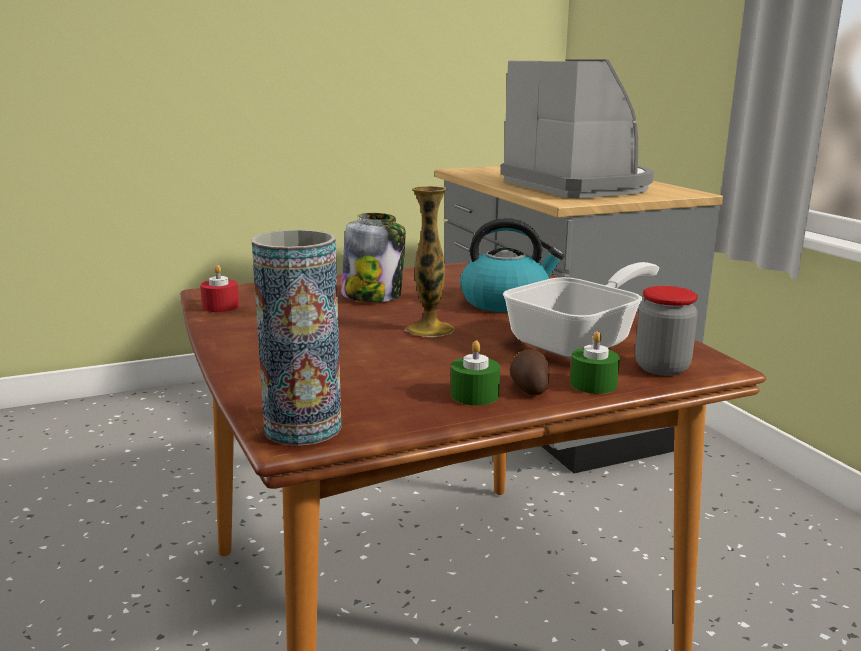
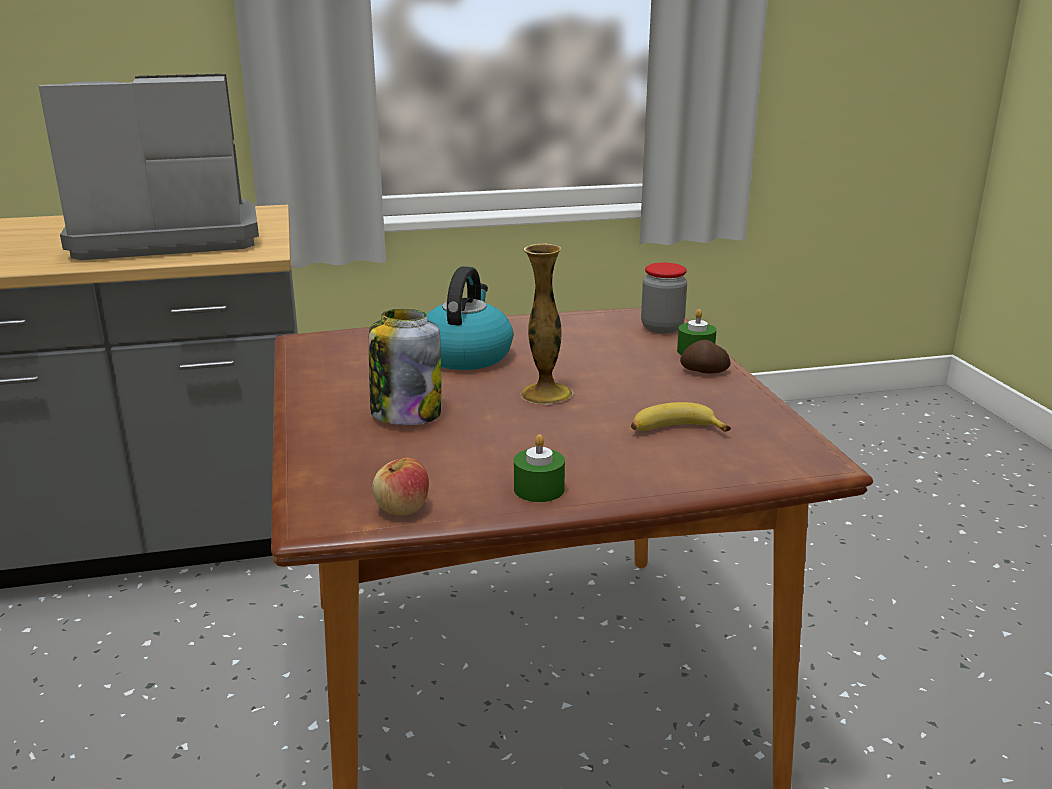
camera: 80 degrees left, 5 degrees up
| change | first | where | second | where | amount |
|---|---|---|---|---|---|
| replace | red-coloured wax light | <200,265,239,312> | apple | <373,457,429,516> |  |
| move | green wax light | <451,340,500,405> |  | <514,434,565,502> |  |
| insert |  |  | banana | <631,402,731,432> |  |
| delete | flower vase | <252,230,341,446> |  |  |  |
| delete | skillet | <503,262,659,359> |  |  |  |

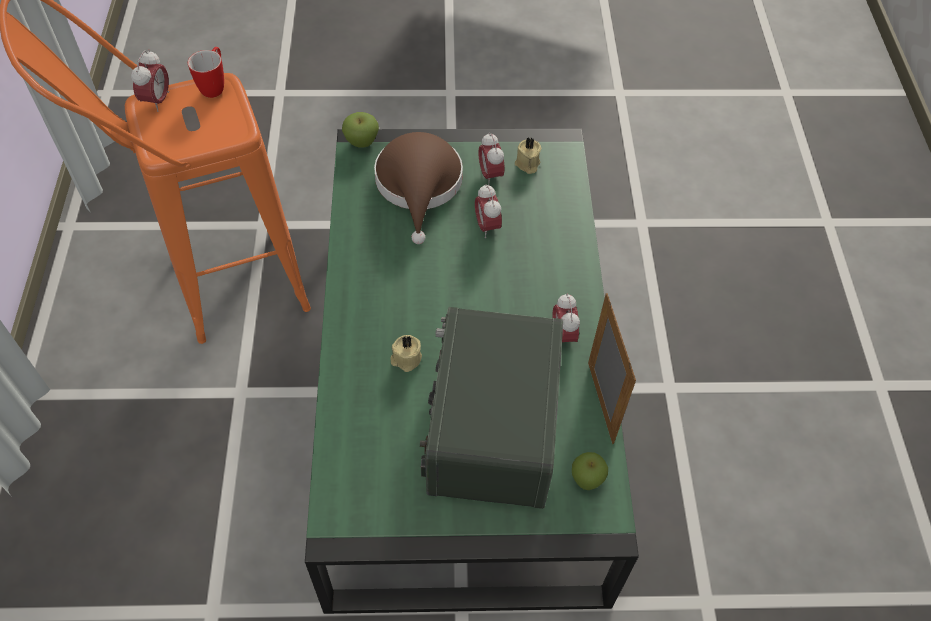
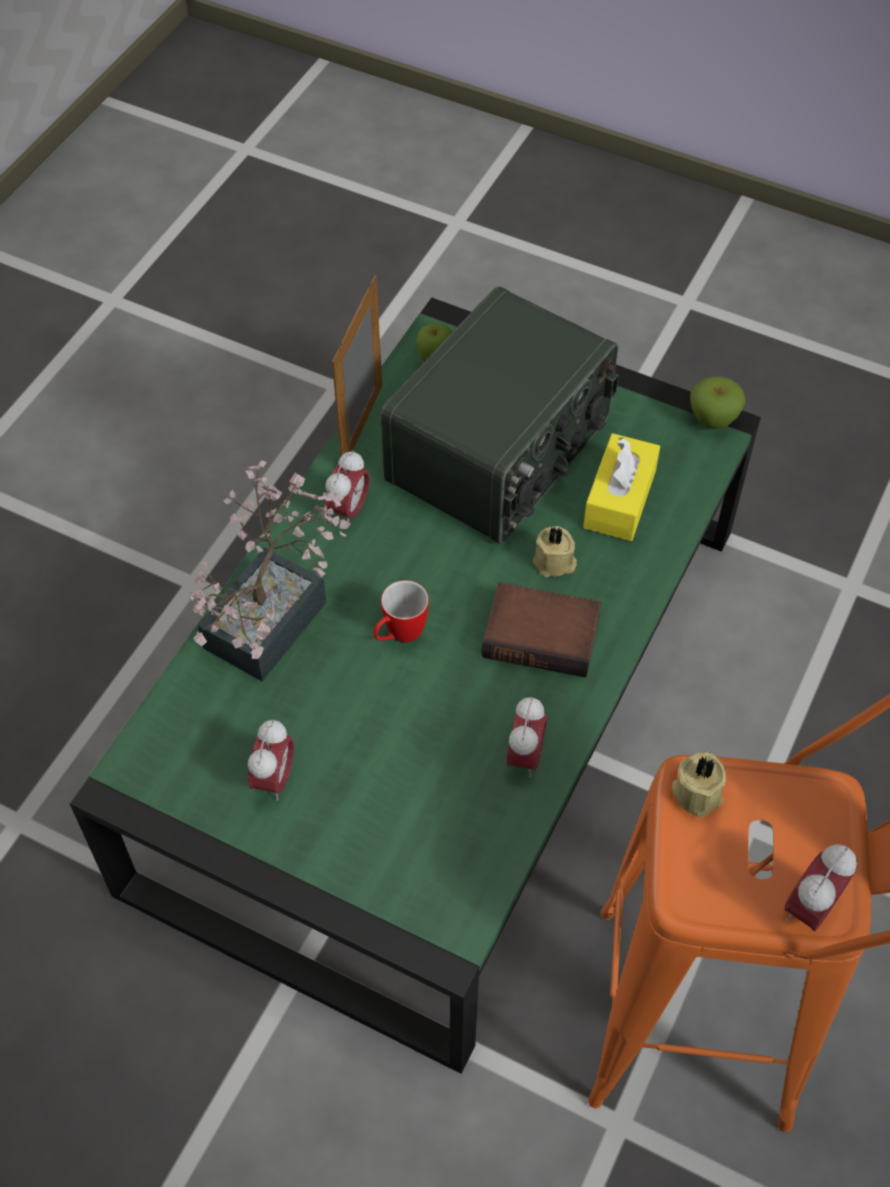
camera: 150 degrees left, 0 degrees up
| change | first | where | second | where | amount |
|---|---|---|---|---|---|
| insert |  |  | plant in a pot | <189,460,351,682> |  |
| move | tea mug | <188,47,224,98> |  | <373,580,429,642> |  |
| insert |  |  | volume | <481,582,601,678> |  |
| move | alarm clock | <475,184,502,238> |  | <507,697,547,778> |  |
| insert |  |  | yellow tissue holder | <583,433,660,541> |  |
| move | sand-coloured wax light | <515,137,541,174> |  | <672,752,726,817> |  |
| move | apple | <342,112,379,148> |  | <690,376,746,429> |  |
| delete | brown-coloured wearable hat | <374,132,463,244> |  |  |  |

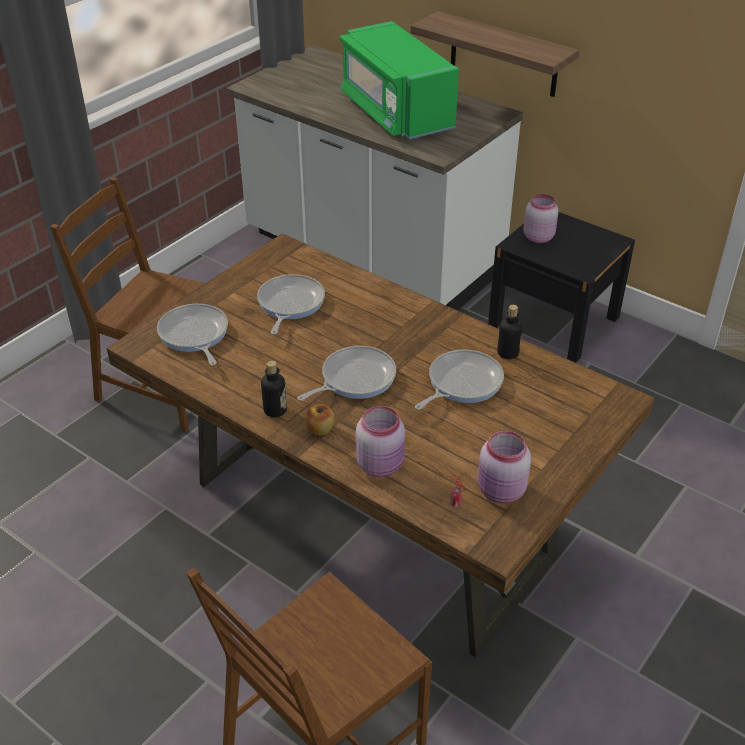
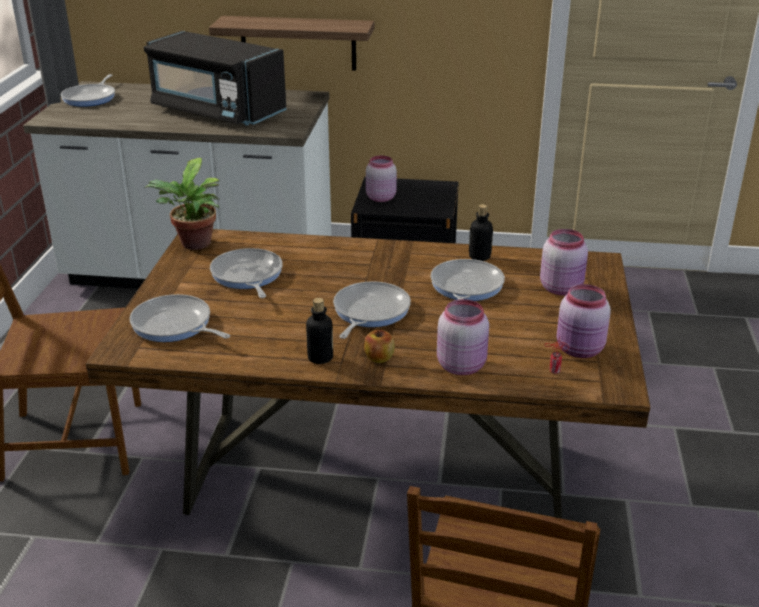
camera: 30 degrees left, 10 degrees down
| change | first | where | second | where | amount |
|---|---|---|---|---|---|
| insert |  |  | skillet | <61,74,115,107> |  |
| recolor | green microwave | <340,21,459,139> | black-coloured microwave | <144,31,286,125> |  |
| insert |  |  | plant in a pot | <145,158,220,250> |  |
| insert |  |  | pinkish preserve jar | <540,229,588,295> |  |

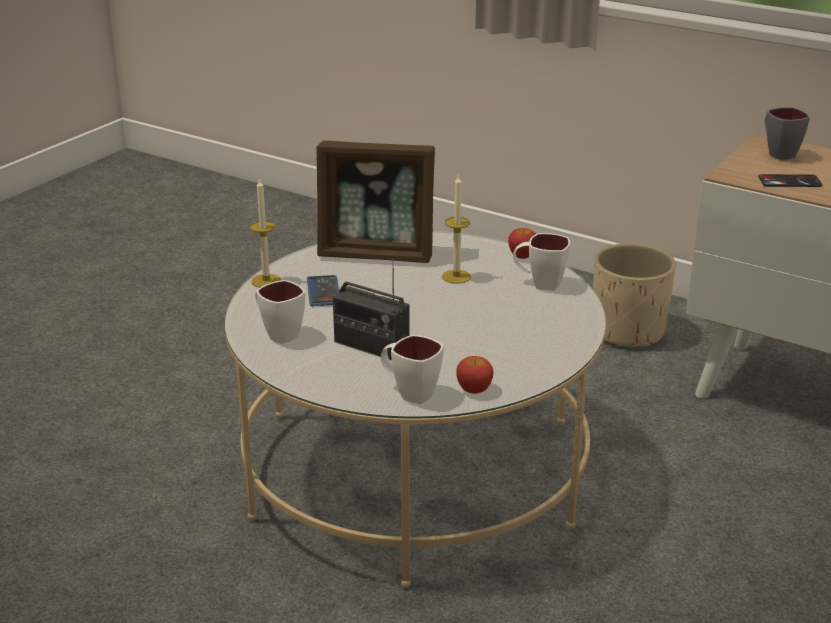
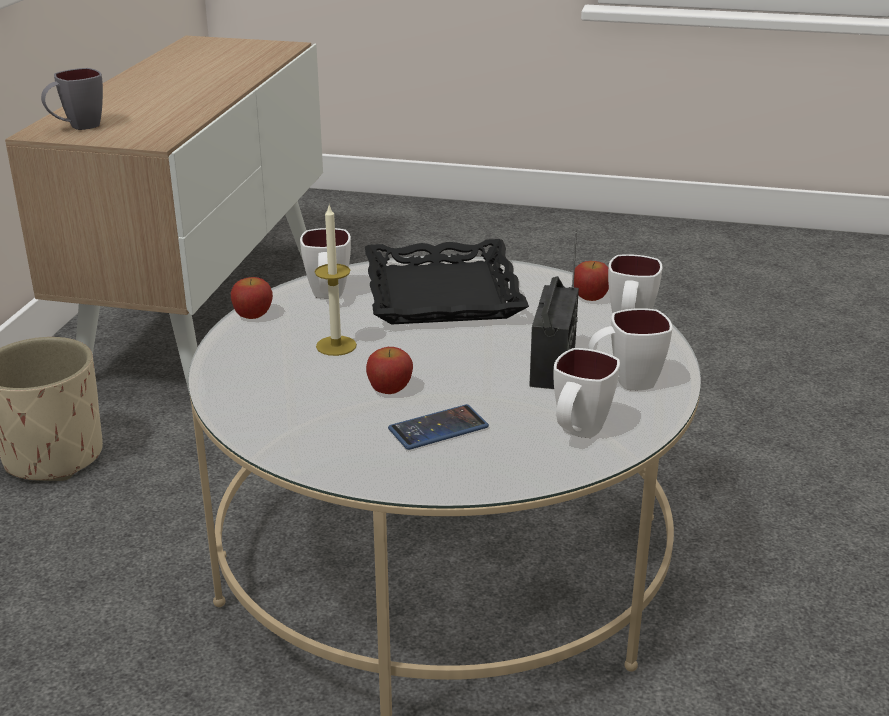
camera: 110 degrees left, 0 degrees up
| change | first | where | second | where | amount |
|---|---|---|---|---|---|
| insert |  |  | black-coloured tray | <365,239,529,325> |  |
| insert |  |  | apple | <366,347,413,394> |  |
| insert |  |  | whitish tea mug | <588,308,672,391> |  |
| delete | wax light | <250,178,281,287> |  |  |  |
| delete | standing frame | <316,140,435,263> |  |  |  |
| delete | handset | <758,174,822,187> |  |  |  |

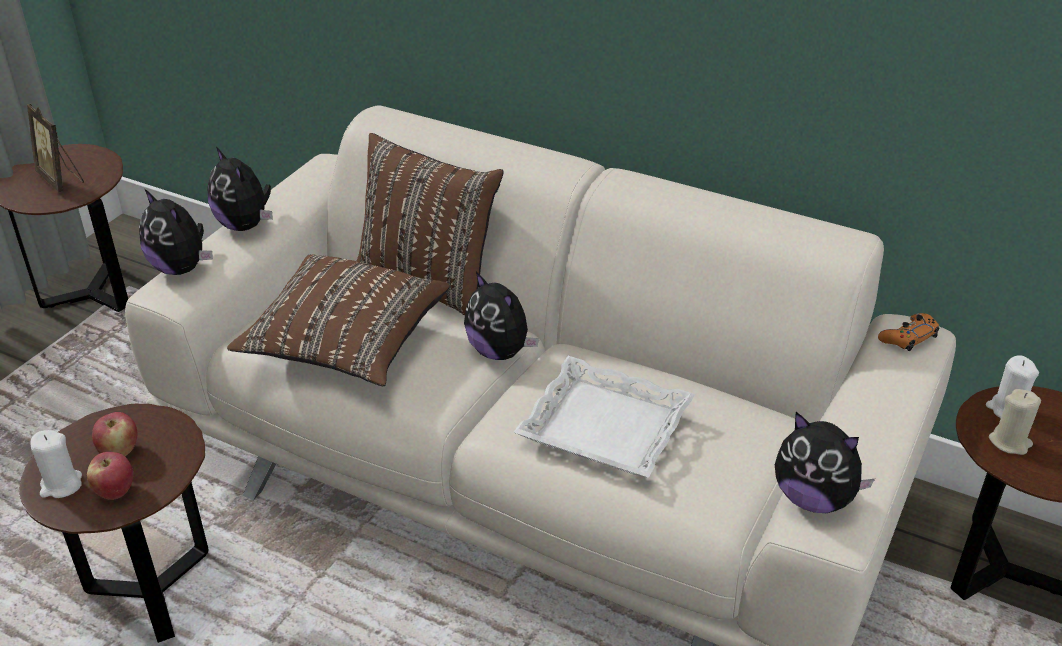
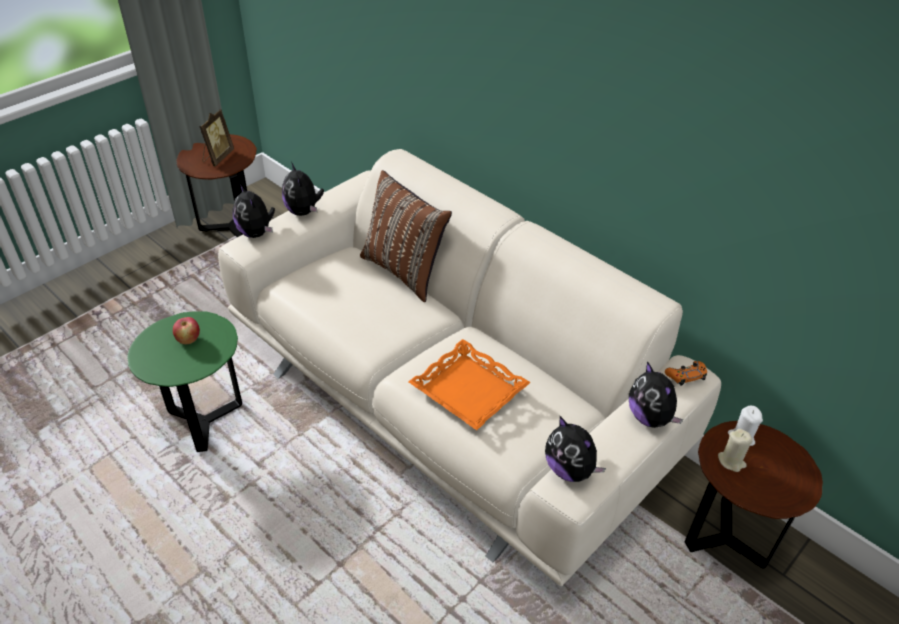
camera: 15 degrees right, 5 degrees up
| change | first | where | second | where | amount |
|---|---|---|---|---|---|
| recolor | brown-coloured end table | <19,404,208,643> | green end table | <127,311,242,452> |  |
| rotate | standing frame | <27,104,84,193> |  | <199,109,234,167> | 135 degrees counterclockwise |
| recolor | whitish tray | <514,356,695,478> | orangey tray | <408,339,531,430> |  |
| move | plush toy | <464,272,539,360> |  | <629,361,683,428> |  |
| delete | whitish wax light | <30,430,82,498> |  |  |  |
| delete | apple | <87,452,133,500> |  |  |  |
| delete | brown-coloured throw pillow | <227,255,450,386> |  |  |  |

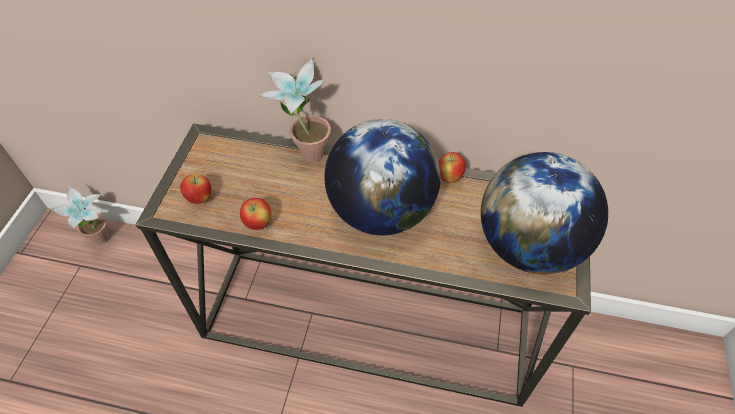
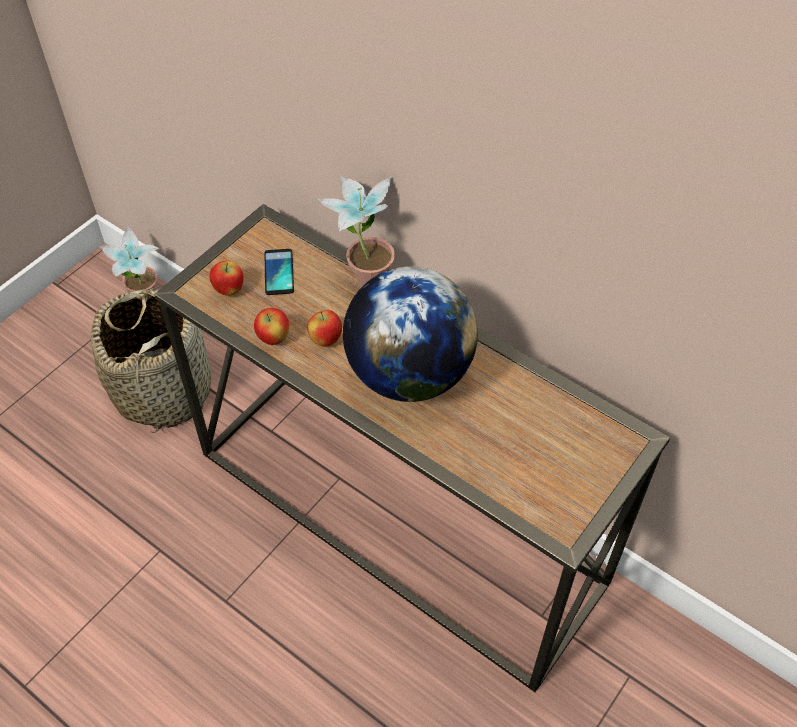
camera: 25 degrees right, 0 degrees up
| change | first | where | second | where | amount |
|---|---|---|---|---|---|
| insert |  |  | household basket | <91,286,211,433> |  |
| insert |  |  | handset | <264,249,294,295> |  |
| move | apple | <438,152,466,183> |  | <307,310,342,347> |  |
| delete | desk globe | <481,152,608,274> |  |  |  |

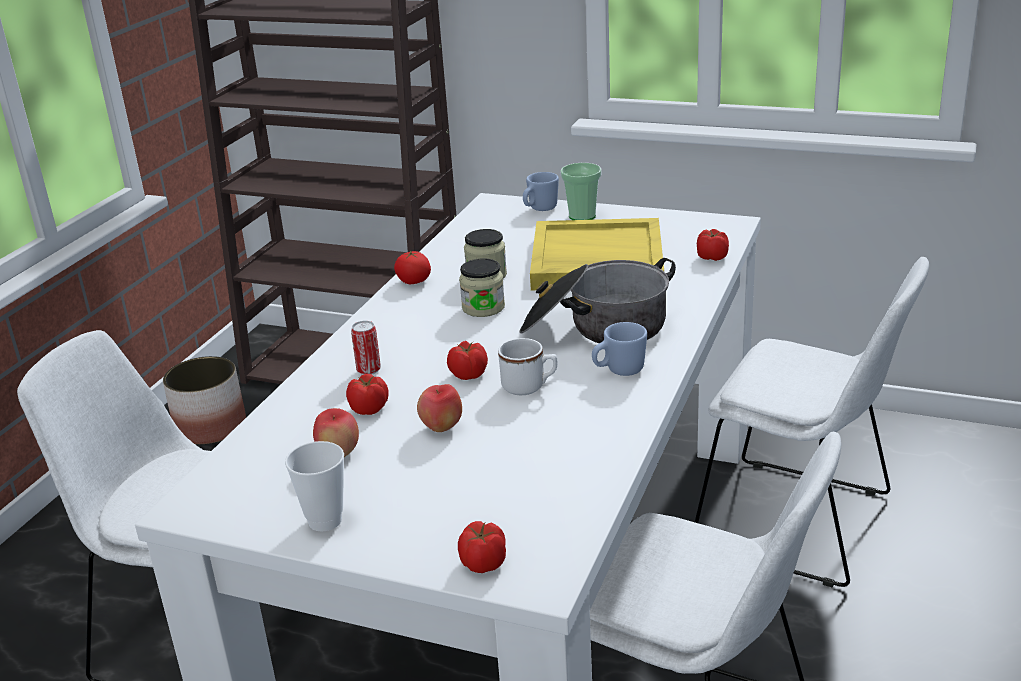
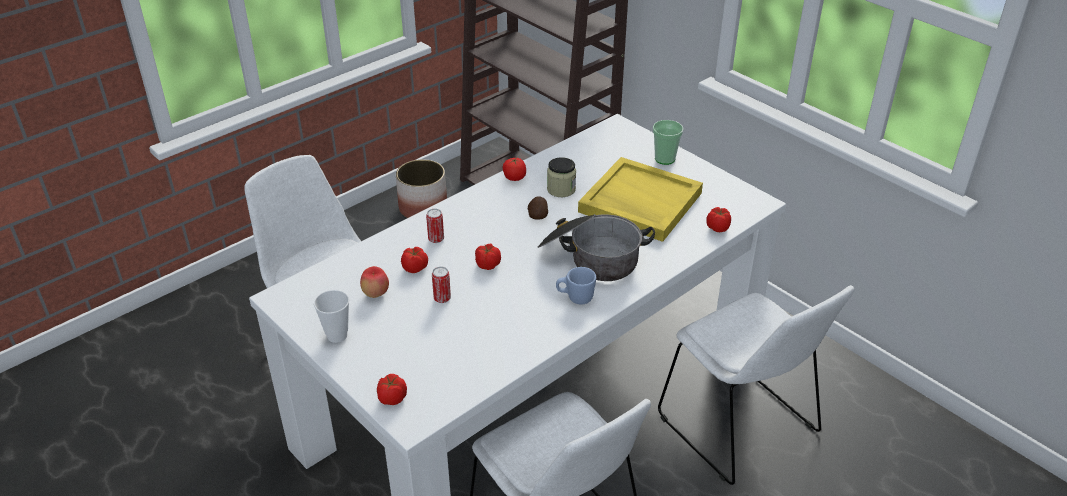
camera: 25 degrees right, 10 degrees up
| change | first | where | second | where | amount |
|---|---|---|---|---|---|
| replace | apple | <417,384,462,432> | can | <432,267,451,303> |  |
| replace | preserve jar | <459,258,505,317> | spud | <528,196,548,220> |  |
| delete | whitish tea mug | <498,338,557,395> |  |  |  |
| delete | blue tea mug | <523,172,559,211> |  |  |  |

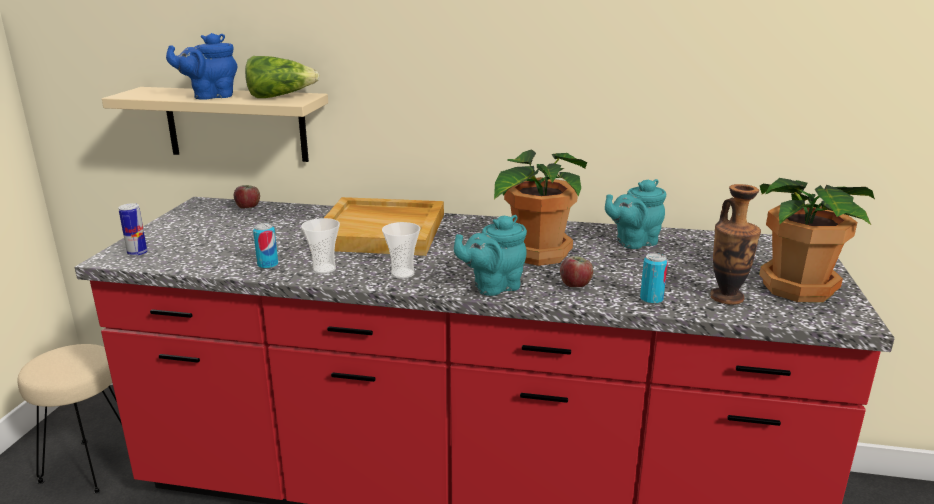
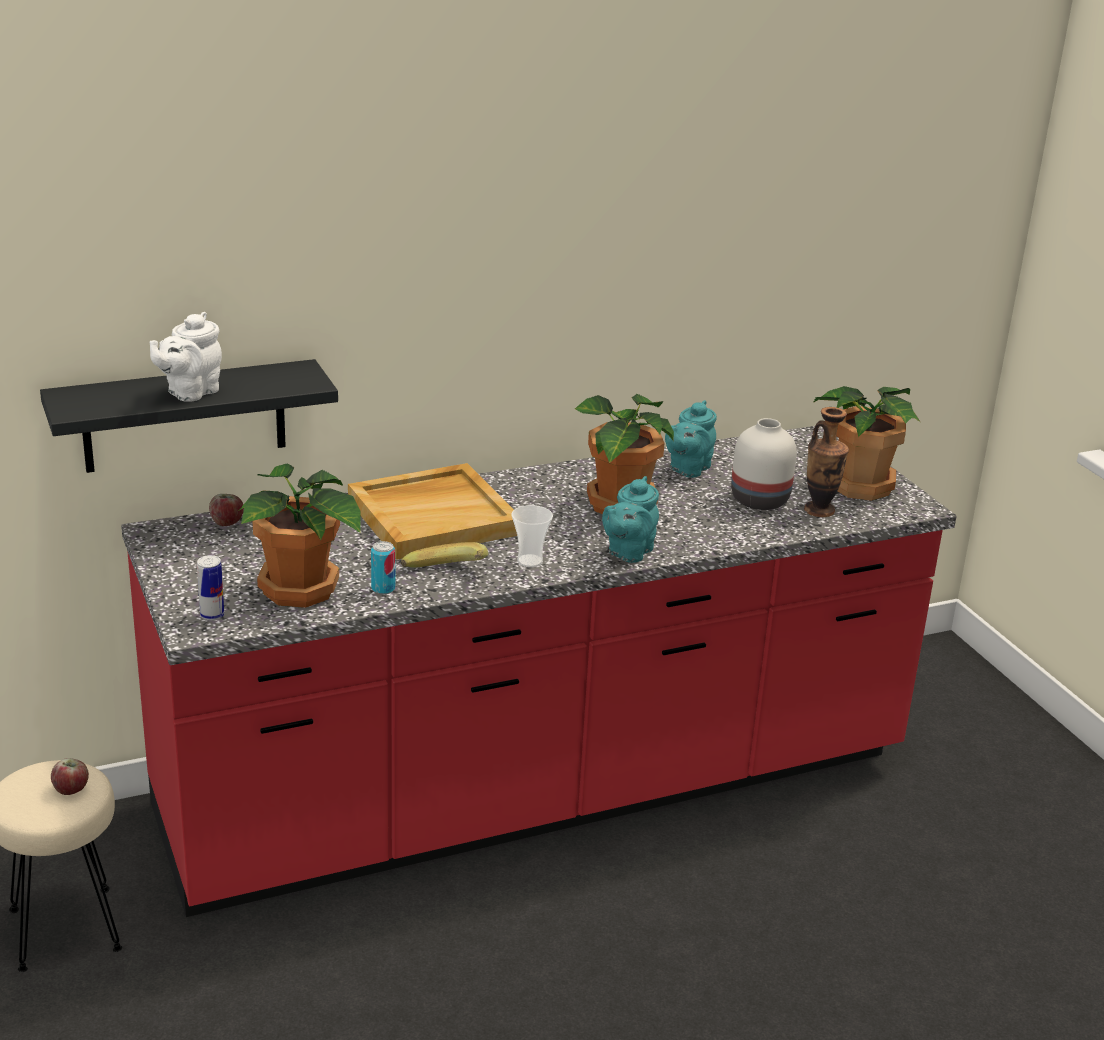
camera: 35 degrees left, 5 degrees up
| change | first | where | second | where | amount |
|---|---|---|---|---|---|
| recolor | sand-coloured shelf | <102,87,328,162> | black-coloured shelf | <40,359,338,473> |  |
| move | apple | <560,256,593,287> |  | <51,758,89,795> |  |
| recolor | blue teapot | <166,33,237,100> | whitish teapot | <149,312,222,402> |  |
| insert |  |  | plant in a pot | <240,463,361,608> |  |
| replace | cup | <301,218,340,274> | banana | <401,542,488,568> |  |
| insert |  |  | whitish flower vase | <731,418,797,510> |  |
| delete | head of lettuce | <245,56,320,98> |  |  |  |
| delete | can | <640,253,668,304> |  |  |  |

